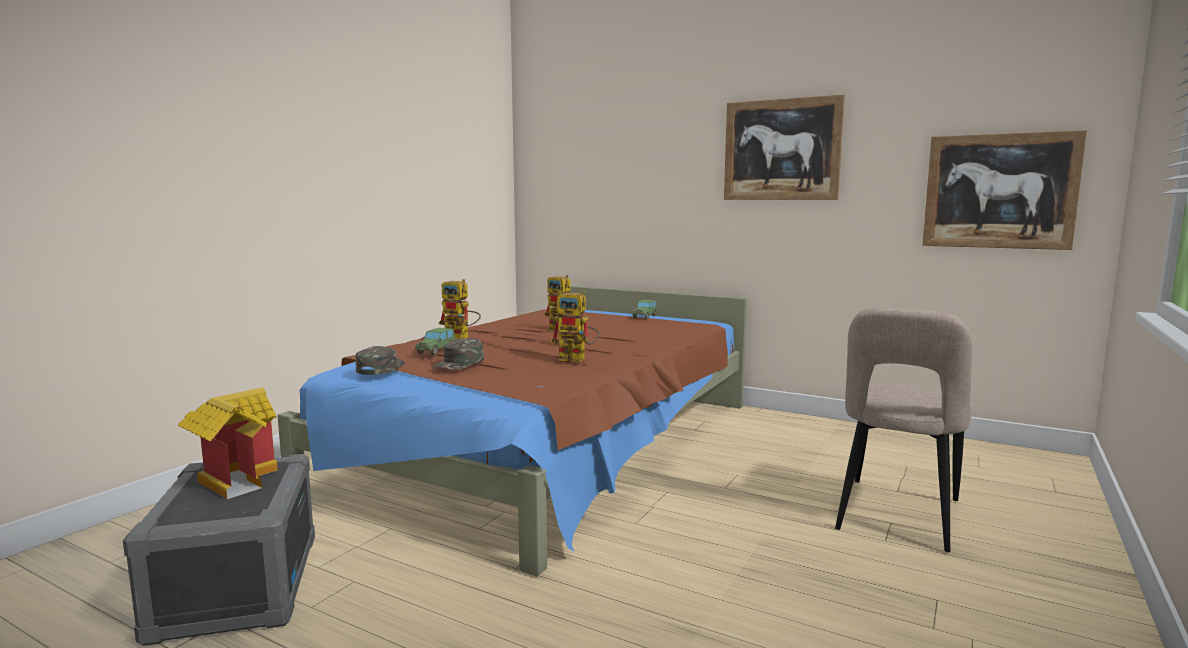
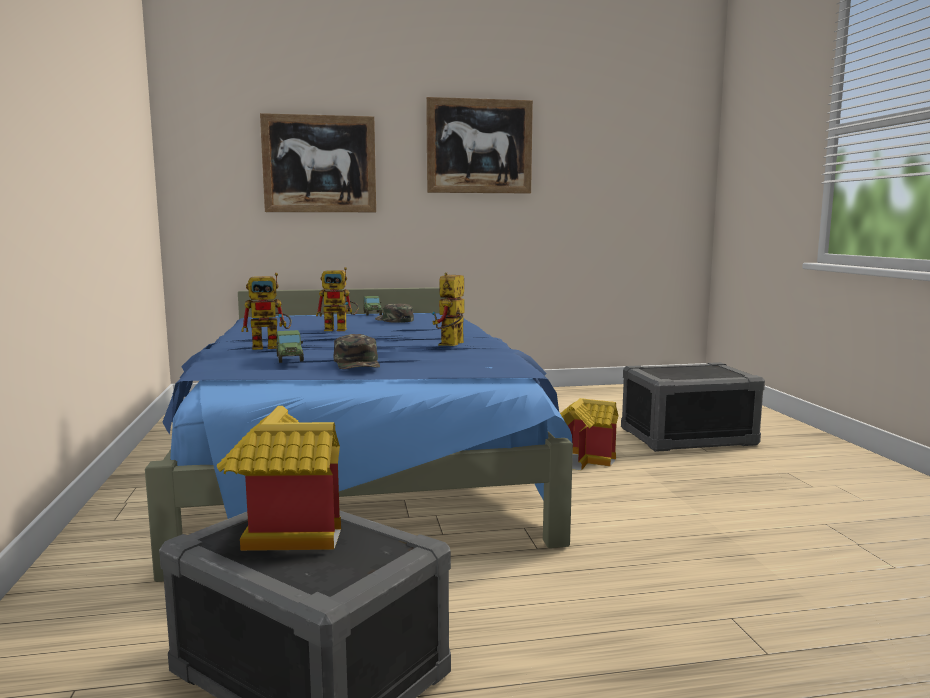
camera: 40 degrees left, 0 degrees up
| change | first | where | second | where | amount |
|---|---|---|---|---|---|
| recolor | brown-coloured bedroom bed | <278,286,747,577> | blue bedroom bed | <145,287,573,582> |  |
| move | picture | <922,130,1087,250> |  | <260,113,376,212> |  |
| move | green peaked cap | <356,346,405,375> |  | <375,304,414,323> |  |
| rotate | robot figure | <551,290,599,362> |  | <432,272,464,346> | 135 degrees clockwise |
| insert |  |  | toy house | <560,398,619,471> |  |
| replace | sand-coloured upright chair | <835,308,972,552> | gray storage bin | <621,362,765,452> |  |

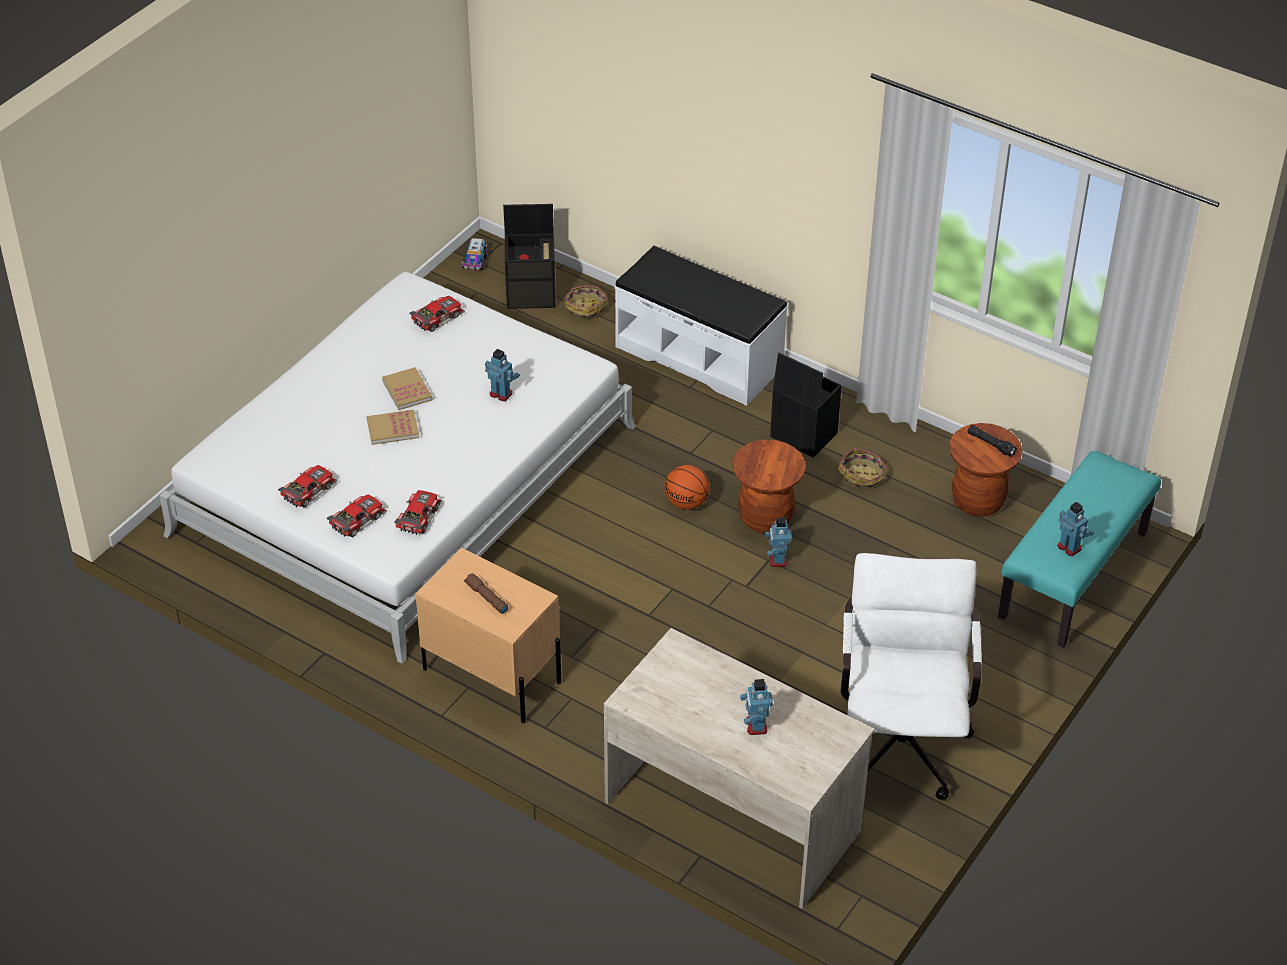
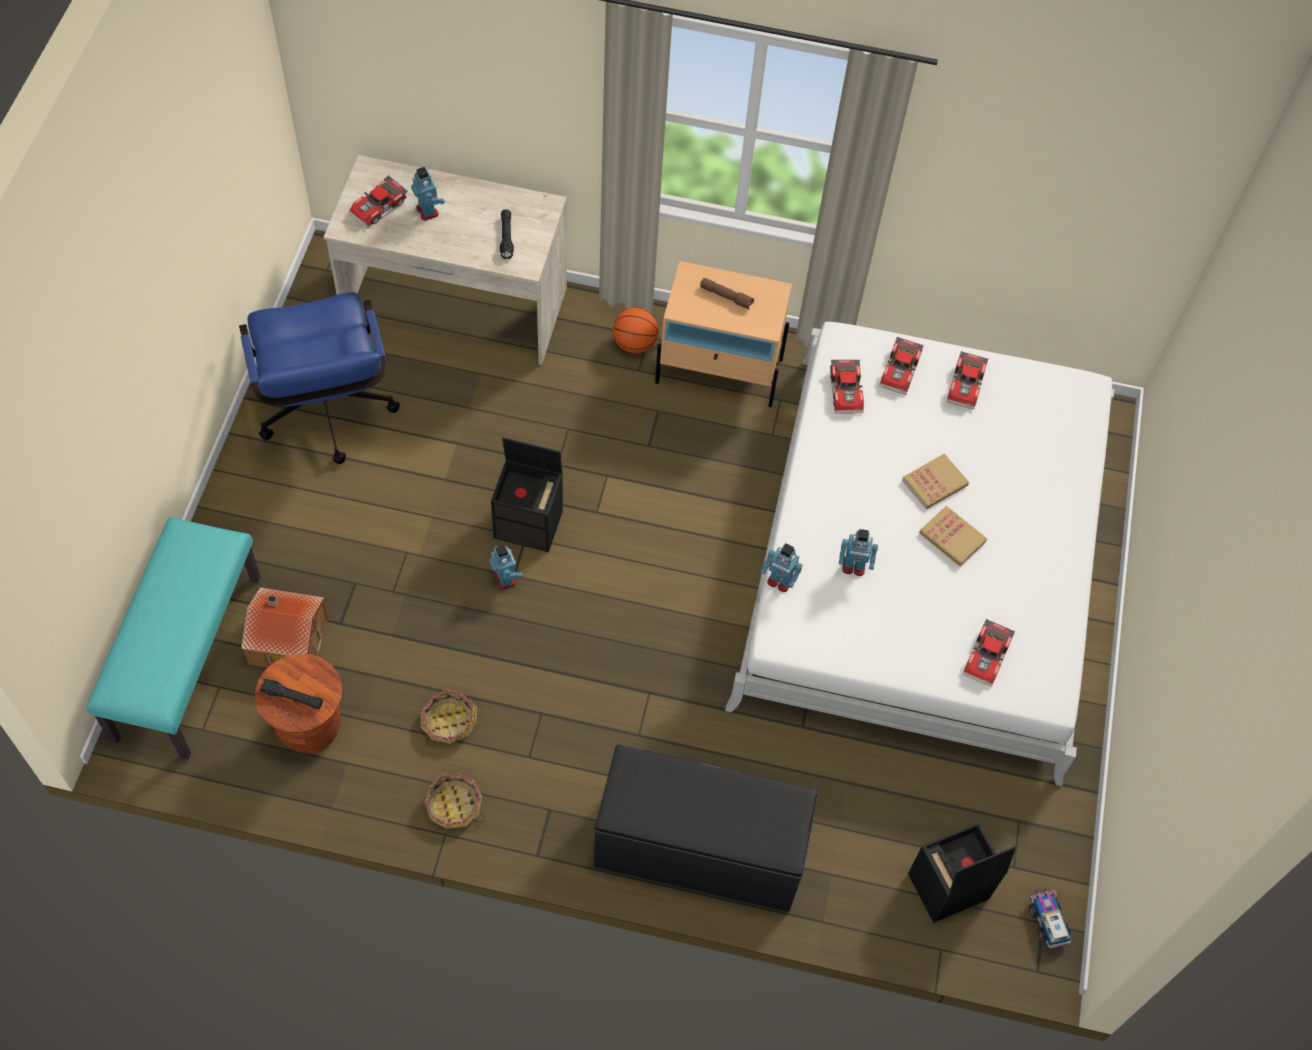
camera: 155 degrees right, 15 degrees up
| change | first | where | second | where | amount |
|---|---|---|---|---|---|
| recolor | whitish computer chair | <841,553,982,800> | blue computer chair | <239,292,400,464> |  |
| insert |  |  | toy house | <241,588,328,668> |  |
| insert |  |  | miniature car | <348,175,408,229> |  |
| move | household basket | <564,285,607,320> |  | <425,774,485,829> |  |
| move | black-coloured storage bin | <770,353,842,458> |  | <491,437,563,552> |  |
| insert |  |  | black-coloured hand torch | <500,209,514,259> |  |
| recolor | whitish long seat | <614,246,787,406> | black-coloured long seat | <594,744,818,912> |  |
| move | ball for basketball | <664,465,710,510> |  | <613,308,659,353> |  |
| move | robot figure | <1057,502,1094,556> |  | <761,543,802,592> |  |
| delete | brown-coloured stool seat | <732,439,806,533> |  |  |  |

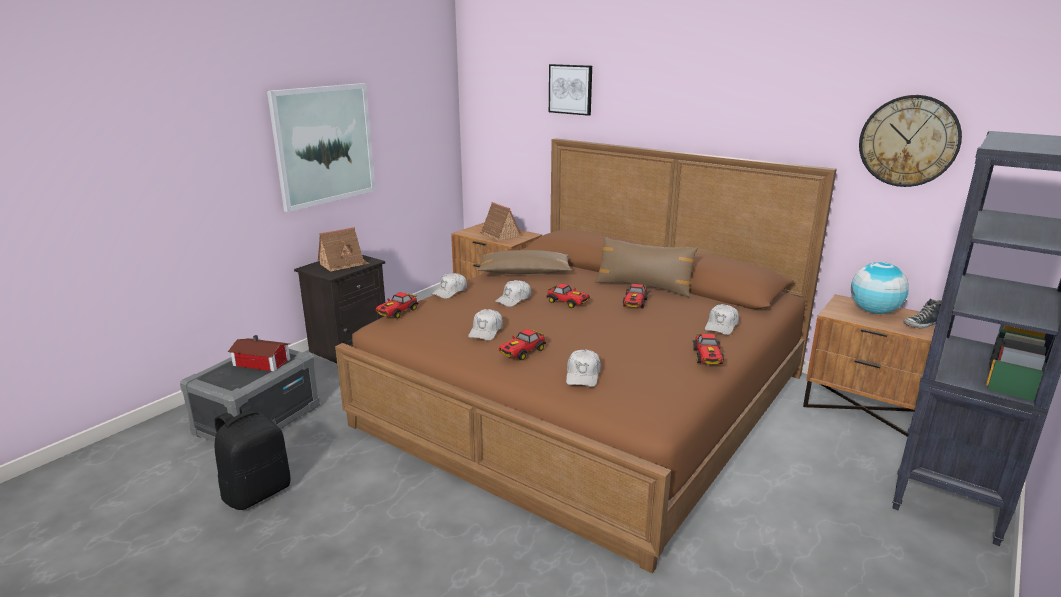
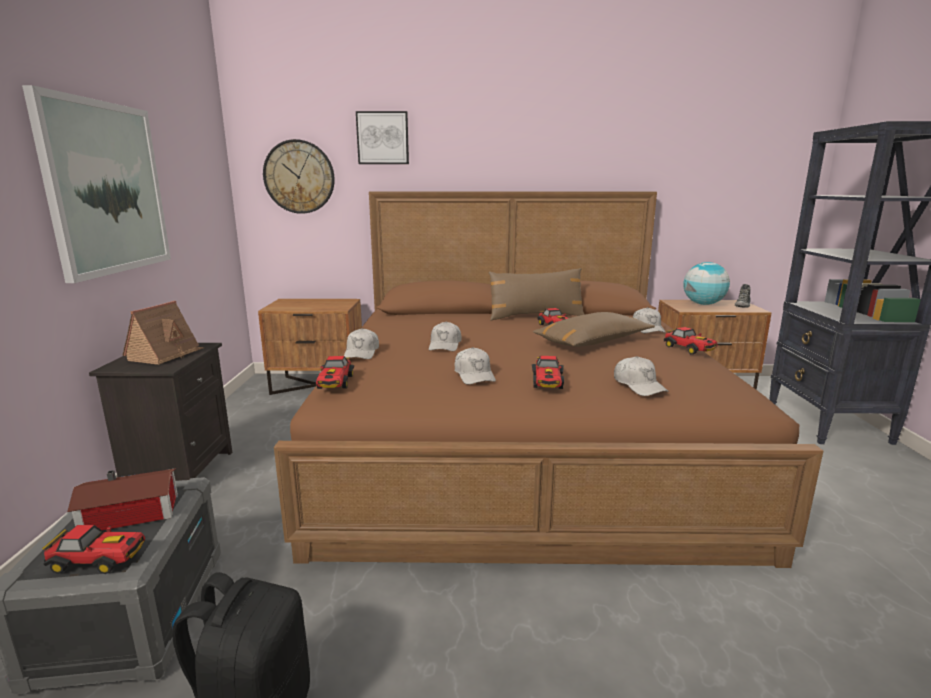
camera: 35 degrees left, 5 degrees down
| change | first | where | second | where | amount |
|---|---|---|---|---|---|
| move | miniature car | <546,283,590,308> |  | <42,525,145,574> |  |
| move | clock on the wall | <859,95,962,187> |  | <263,139,335,214> |  |
| move | brown-coloured throw pillow | <477,250,572,274> |  | <532,312,655,347> |  |
| delete | toy house | <480,202,521,241> |  |  |  |

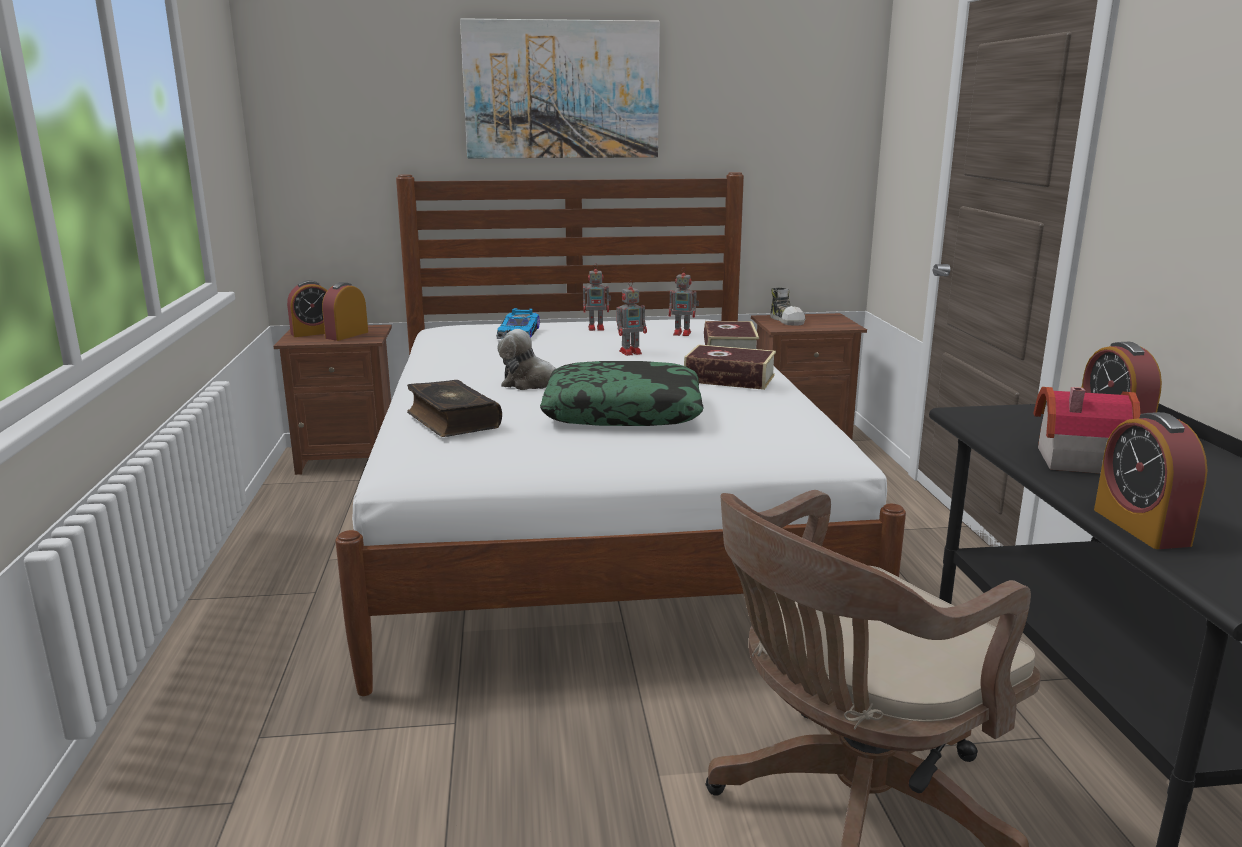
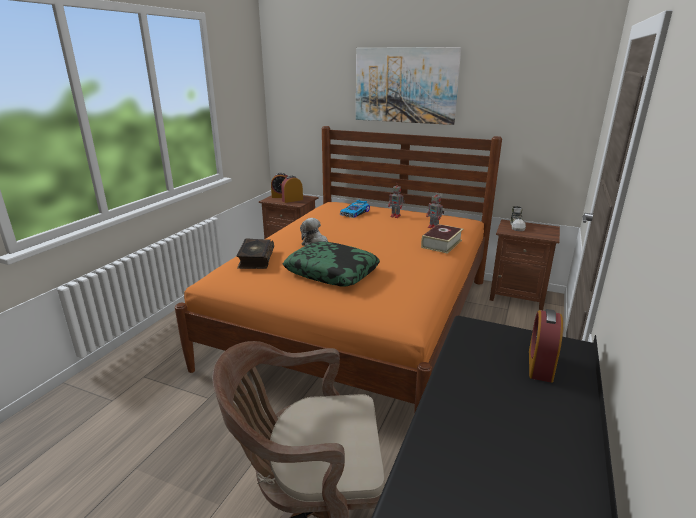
camera: 30 degrees right, 5 degrees up
| change | first | where | second | where | amount |
|---|---|---|---|---|---|
| recolor | whitish bedroom bed | <335,172,906,696> | orangey bedroom bed | <175,126,502,414> |  |
| delete | robot figure | <616,280,647,356> |  |  |  |
| delete | volume | <684,344,776,390> |  |  |  |
| delete | toy house | <1034,387,1141,474> |  |  |  |
| delete | alarm clock | <1094,412,1207,549> |  |  |  |

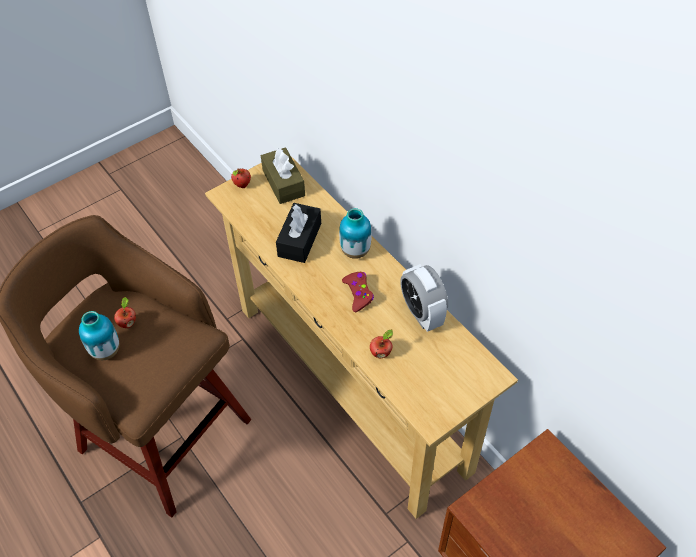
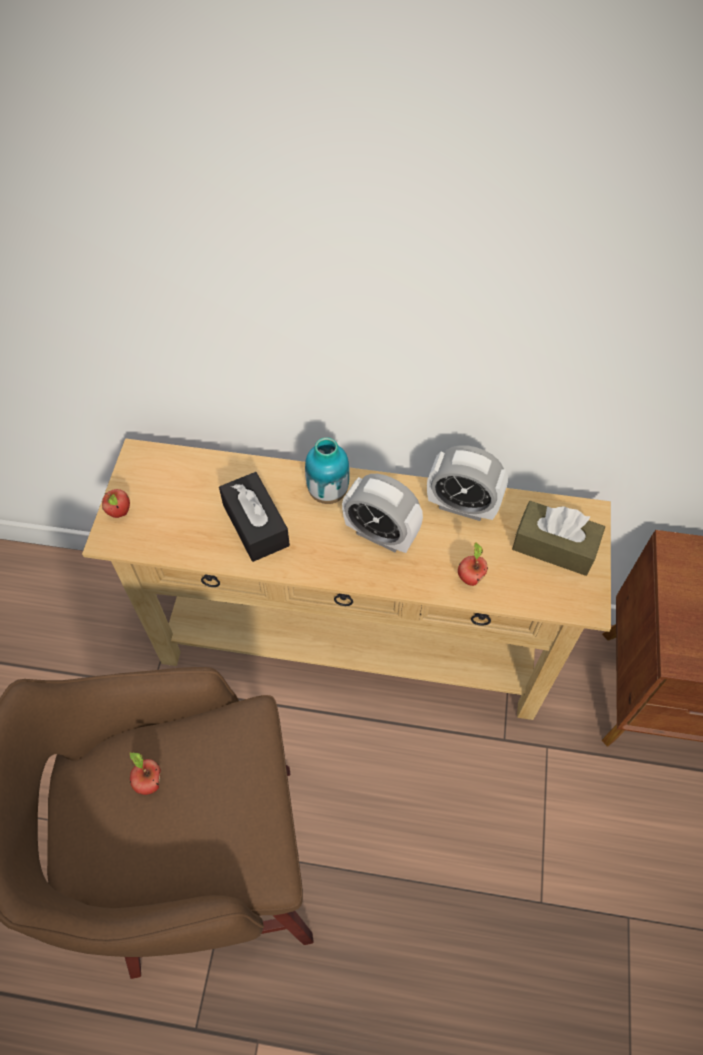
camera: 45 degrees left, 5 degrees up
| change | first | where | second | where | amount |
|---|---|---|---|---|---|
| replace | red-coloured gamepad | <342,272,374,312> | alarm clock | <342,474,423,553> |  |
| move | brown-coloured tissue holder | <261,147,305,204> |  | <512,501,605,576> |  |
| delete | flower vase | <79,311,119,360> |  |  |  |

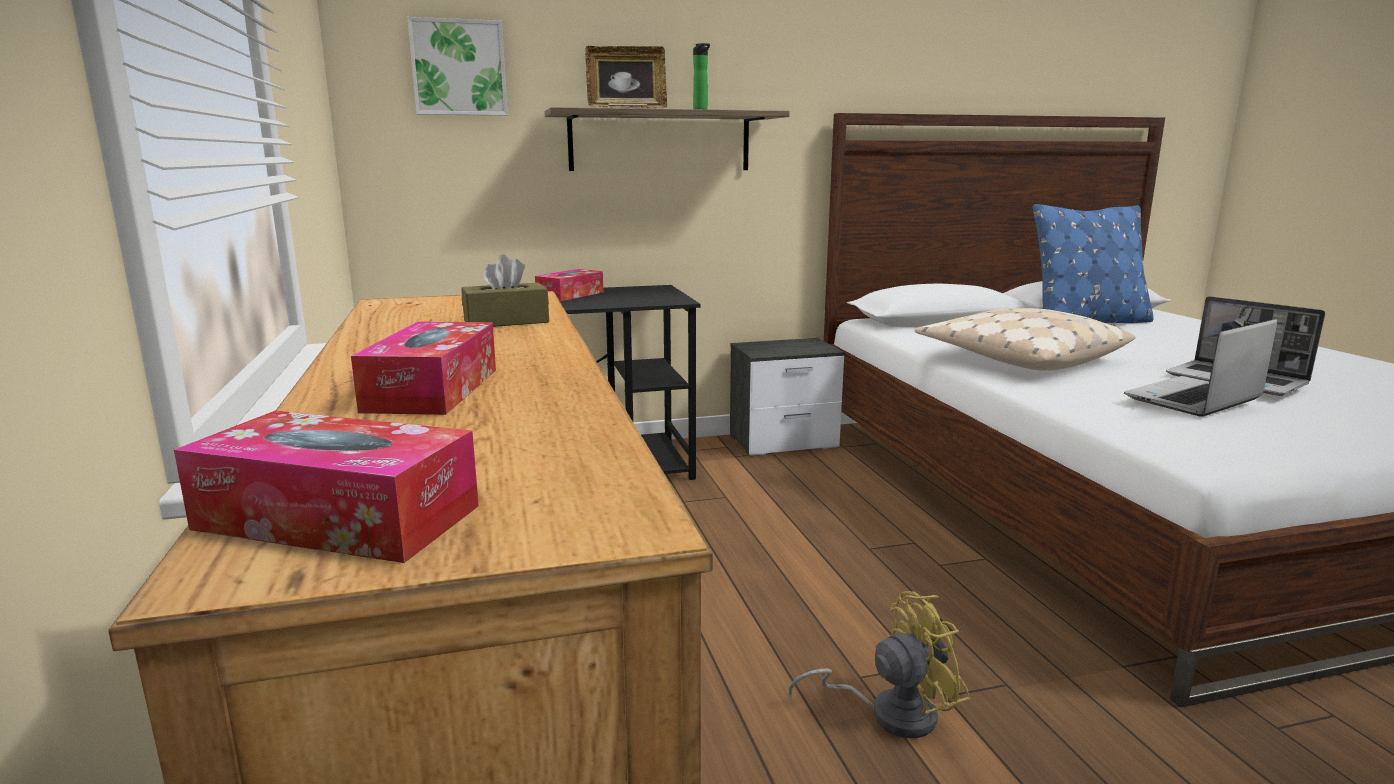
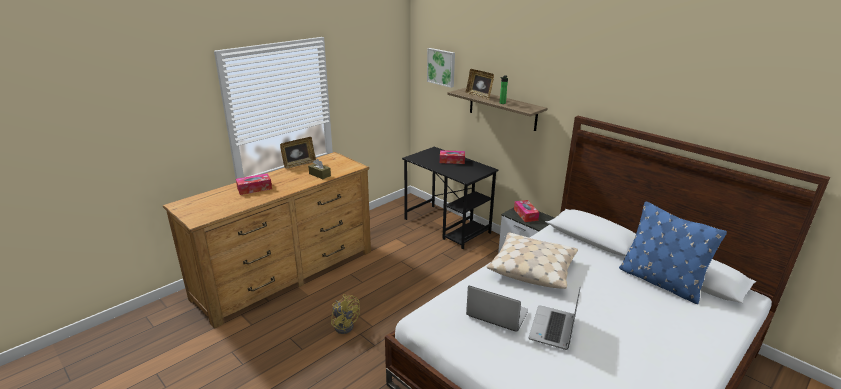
camera: 60 degrees right, 10 degrees up
| change | first | where | second | where | amount |
|---|---|---|---|---|---|
| insert |  |  | standing frame | <280,137,316,169> |  |
| move | tissue holder | <174,411,479,563> |  | <514,200,539,222> |  |

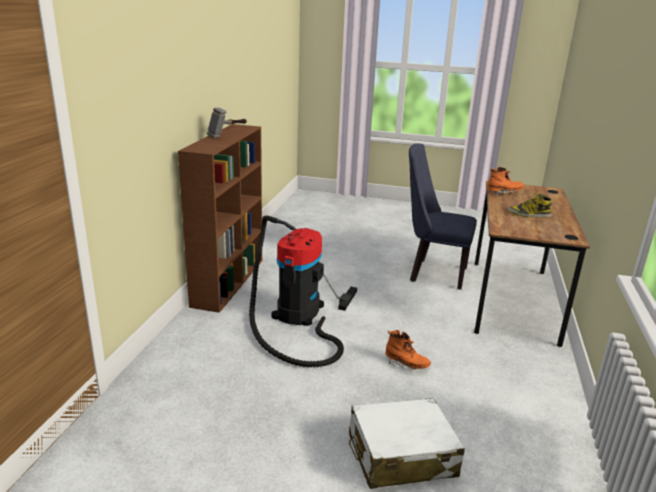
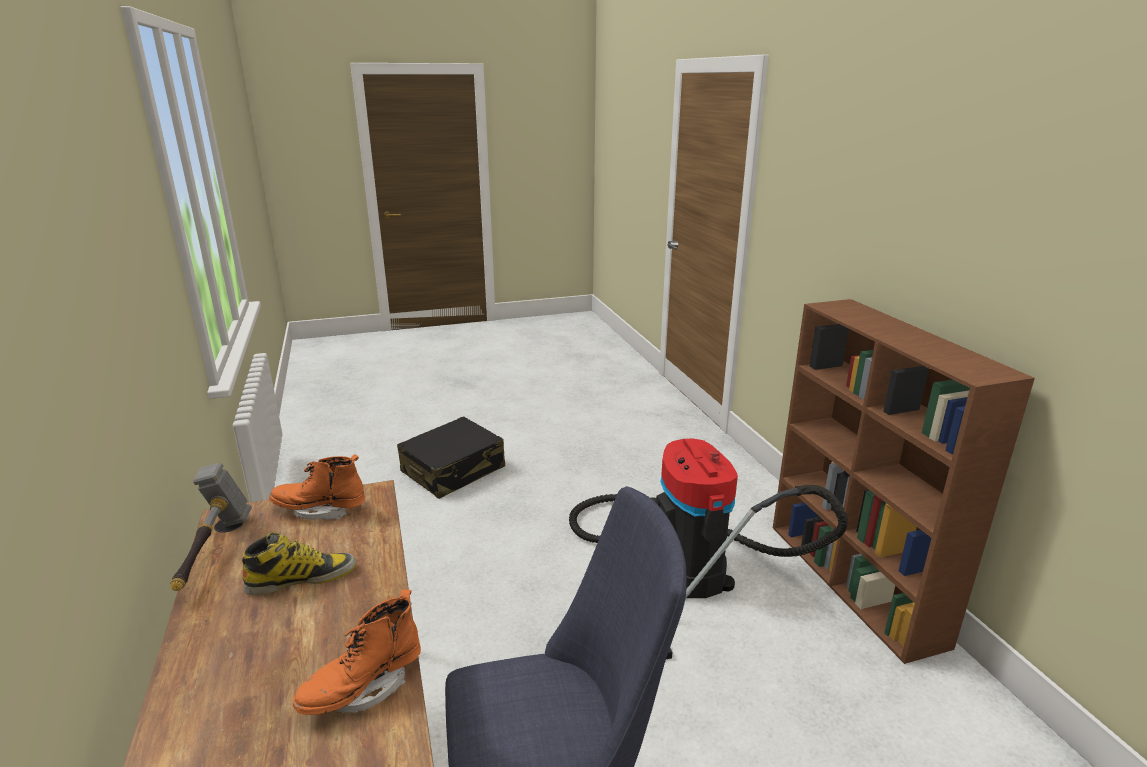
camera: 150 degrees right, 0 degrees up
| change | first | where | second | where | amount |
|---|---|---|---|---|---|
| move | hand hammer | <207,108,247,138> |  | <170,463,252,591> |  |
| move | orangey high-top boot | <385,330,431,370> |  | <269,454,365,520> |  |
| recolor | whitish travel case | <349,398,465,489> | black-coloured travel case | <397,416,505,499> |  |

